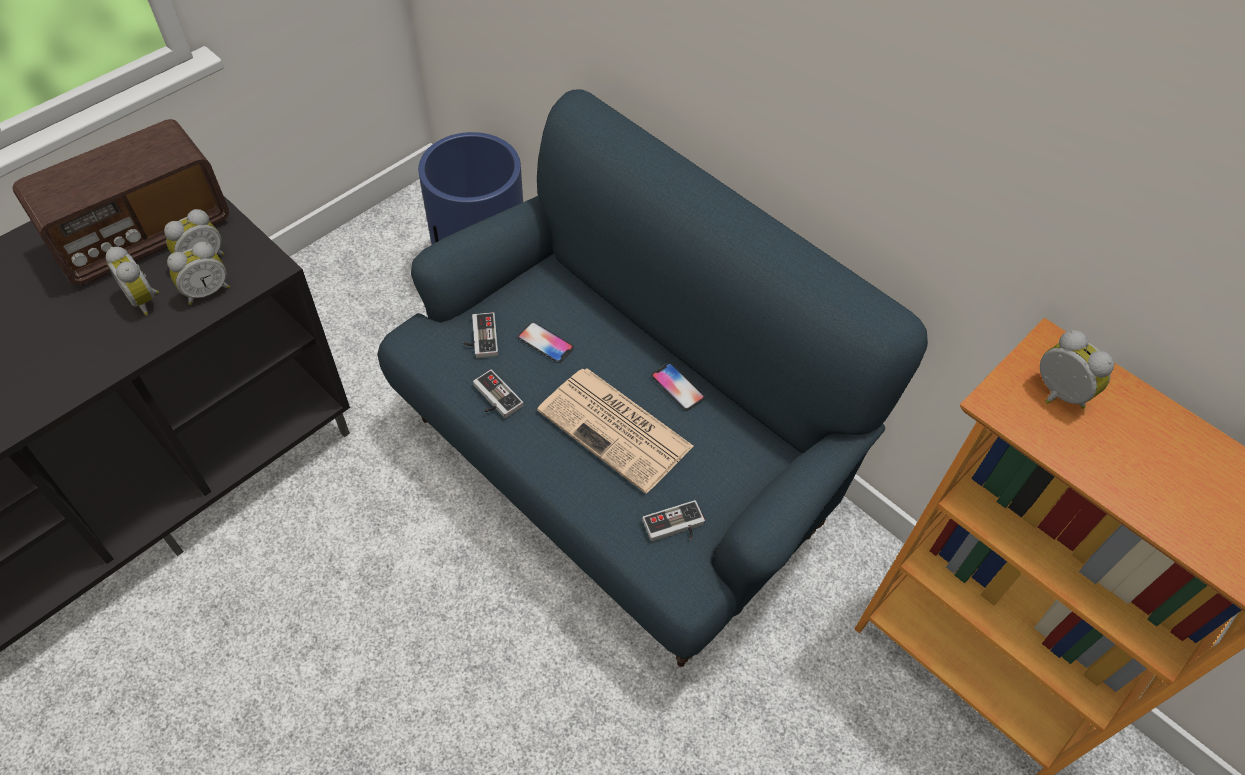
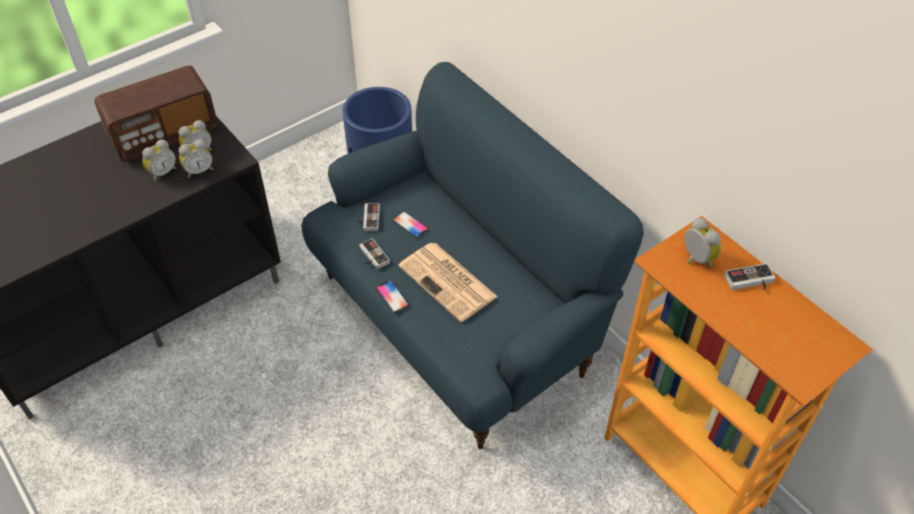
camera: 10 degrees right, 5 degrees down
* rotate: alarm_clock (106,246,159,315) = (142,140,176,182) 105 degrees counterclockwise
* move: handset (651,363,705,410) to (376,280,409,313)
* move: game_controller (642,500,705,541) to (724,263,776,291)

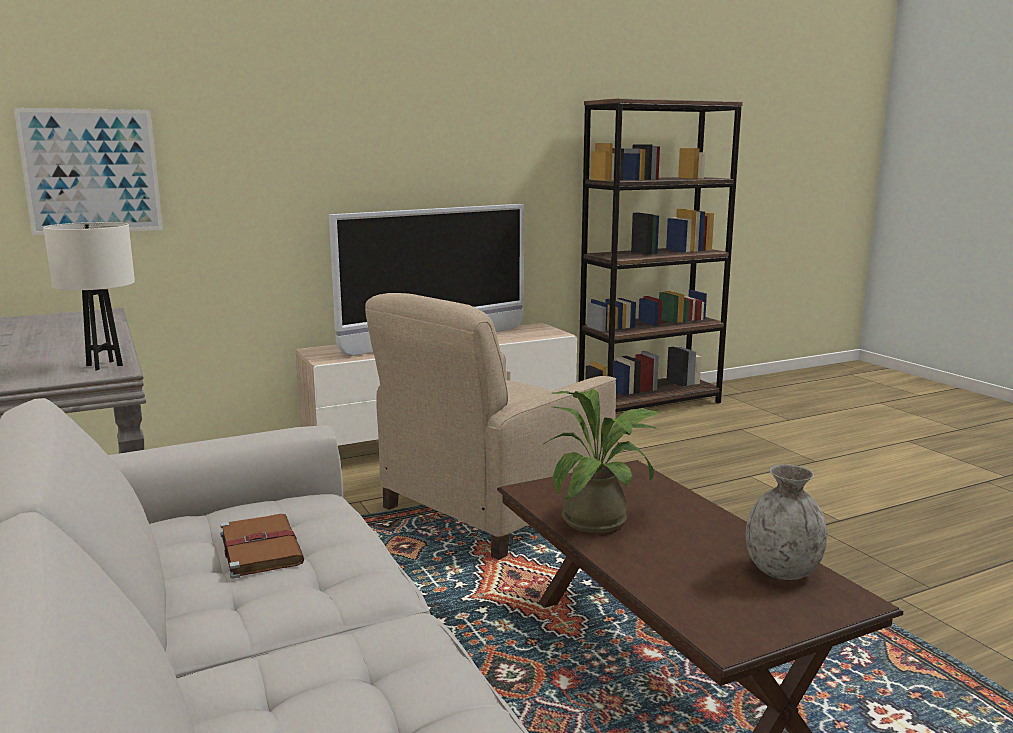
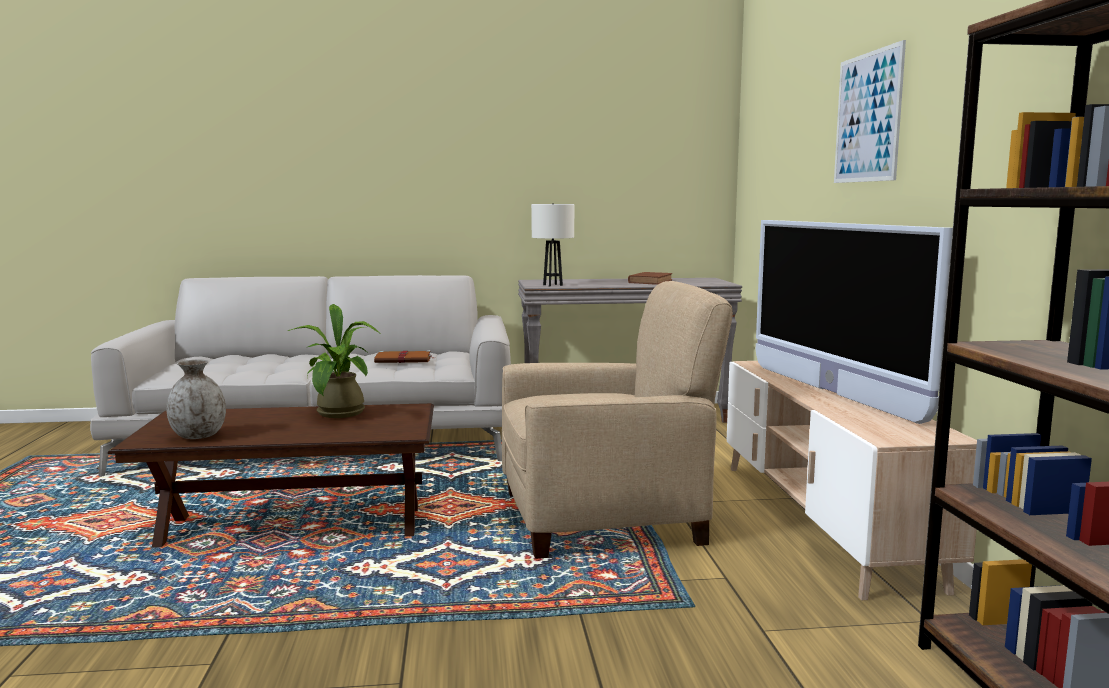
camera: 110 degrees right, 5 degrees down
* rotate: beige-coloured_armchair (365,293,616,560) = (502,281,733,559) 105 degrees clockwise
* insert: brown-coloured_volume (628,272,672,285)
* move: wall_picture (14,108,163,235) to (834,40,906,183)

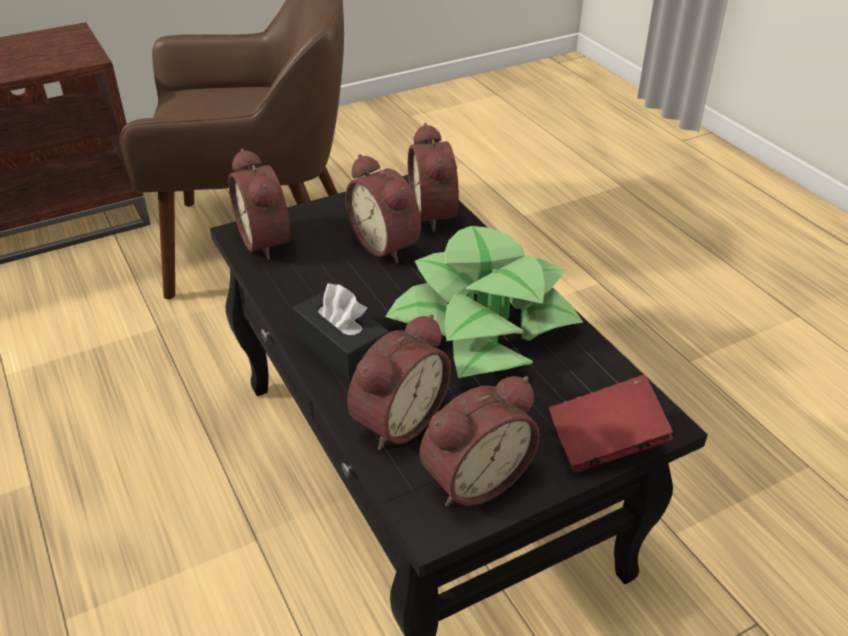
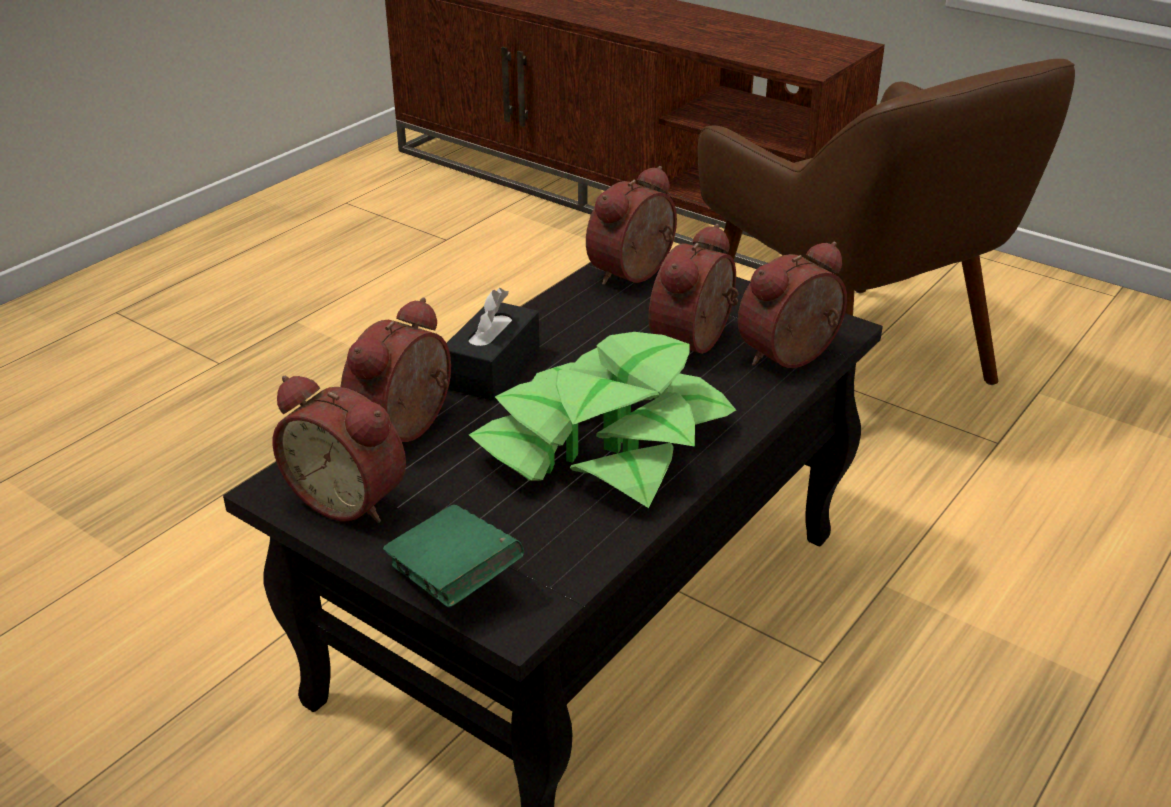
camera: 65 degrees right, 5 degrees down
* rotate: alarm_clock (347,314,451,450) = (341,298,451,442) 105 degrees clockwise
* recolor: red-coloured_volume (549,375,673,472) to green_volume (383,505,524,607)

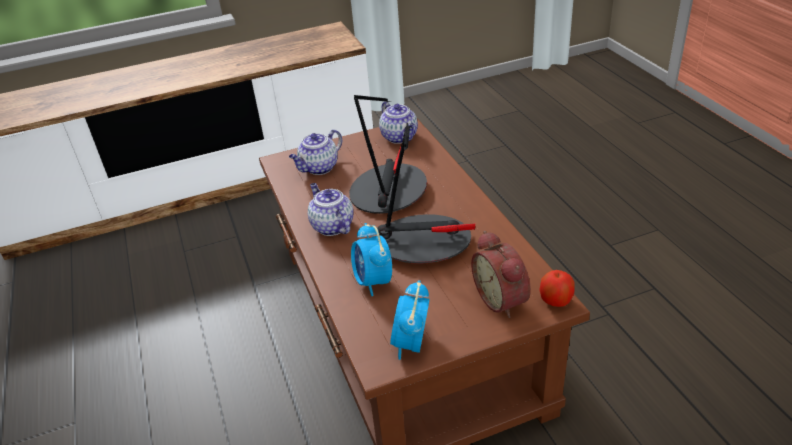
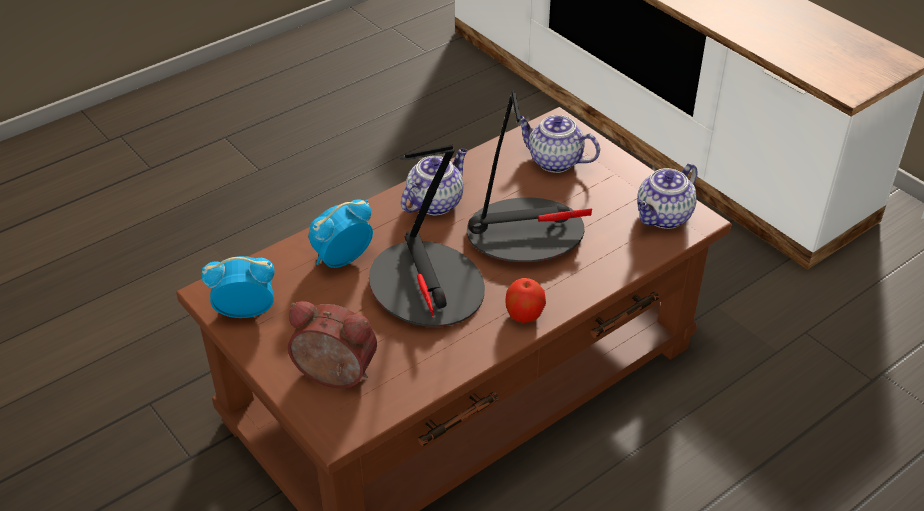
camera: 70 degrees right, 5 degrees up
* rotate: alarm_clock (471,231,531,318) = (288,301,377,389) 60 degrees clockwise
* move: apple (539,270,575,307) to (505,278,546,323)

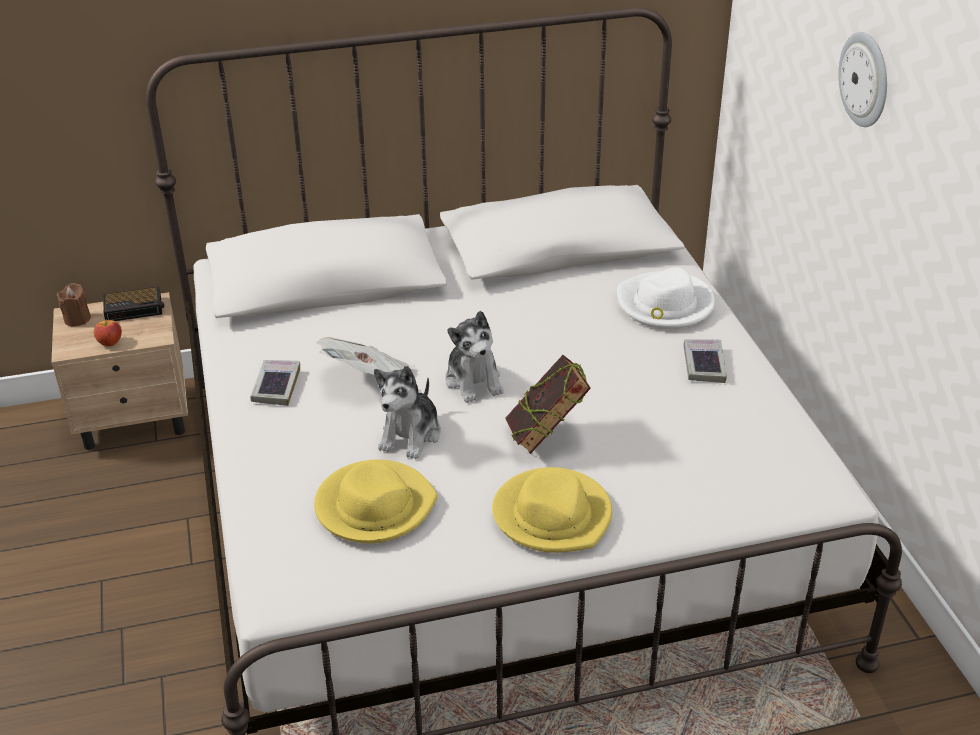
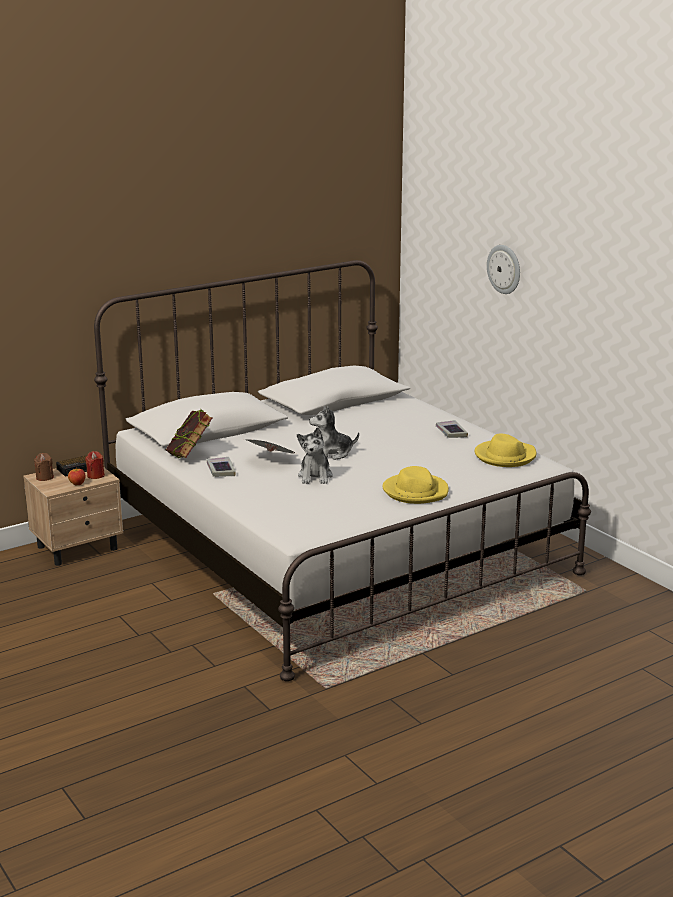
camera: 20 degrees left, 15 degrees down
* insert: red-coloured_candle (85,451,105,479)
* move: volume (505,355,591,454) to (166,409,213,458)
* rotate: soft_toy (445,311,504,403) = (309,406,359,460) 120 degrees clockwise
* move: yellowish_hat (314,460,438,543) to (475,434,537,467)
* delete: white-coloured_hat (617,267,715,329)

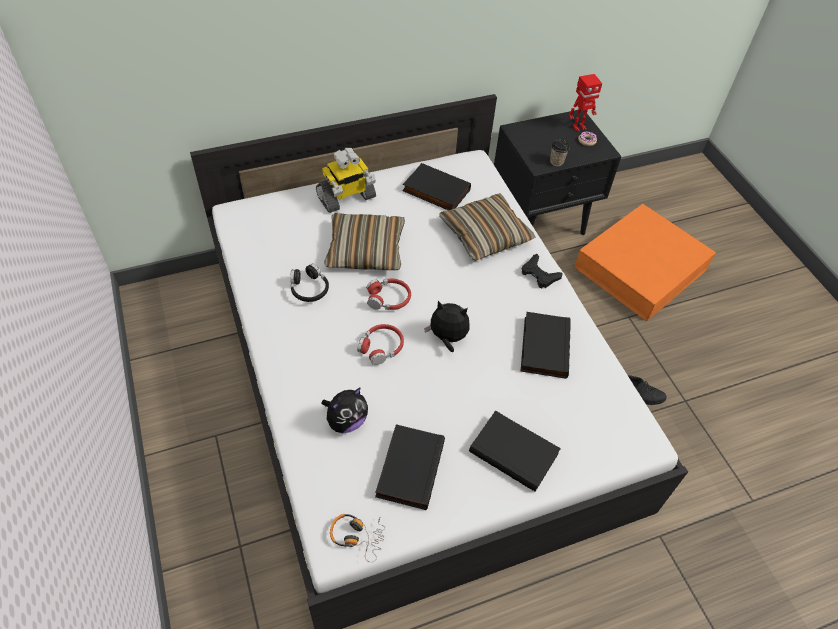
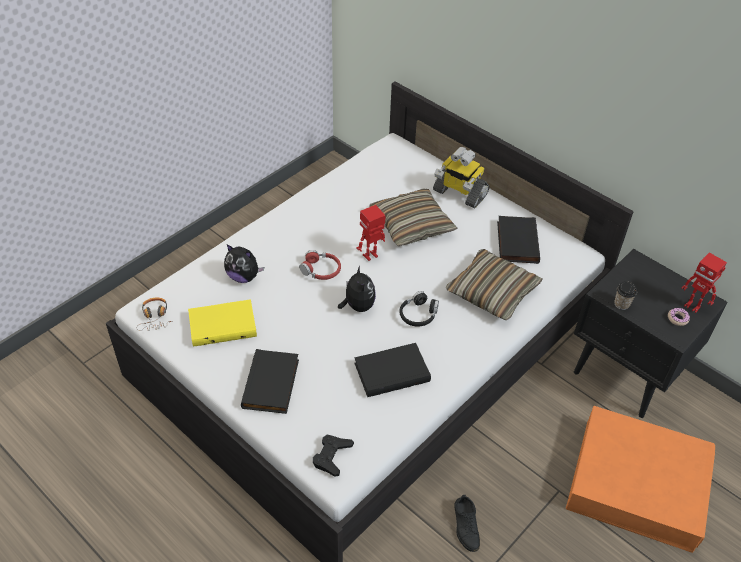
camera: 65 degrees right, 5 degrees down
* recolor: black_volume (375,424,445,510) to yellowish_volume (188,299,257,347)
* move: black_game_controller (522,254,563,288) to (313,435,354,477)
* replace: red-coloured_pair_of_headphones (366,279,411,310) to toy_robot (356,205,386,261)
* move: black_pair_of_headphones (290,264,329,302) to (399,291,439,327)

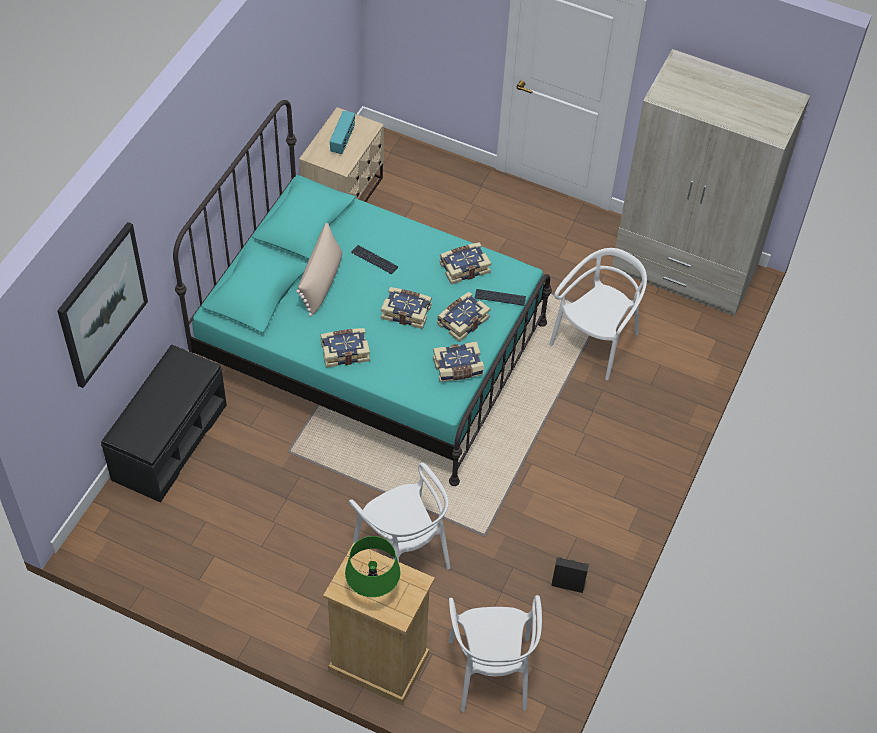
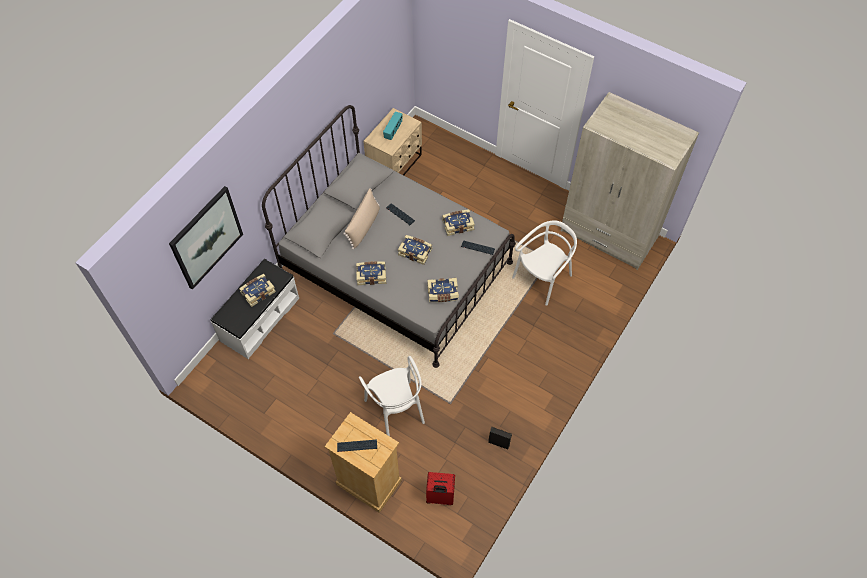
camera: 10 degrees right, 5 degrees up
* recolor: black_indoor_bench (101,345,227,503) to white-coloured_indoor_bench (210,259,299,359)
* move: volume (437,292,490,342) to (239,274,276,307)
* recolor: blue-green_sleeping_bed (173,100,552,486) to gray_sleeping_bed (262,105,516,368)
* replace: green_table_lamp (345,536,400,597) to PC_keyboard (337,439,377,452)
* replace: white-coloured_chair (448,595,542,712) to red-coloured_piece_of_luggage (426,472,455,505)

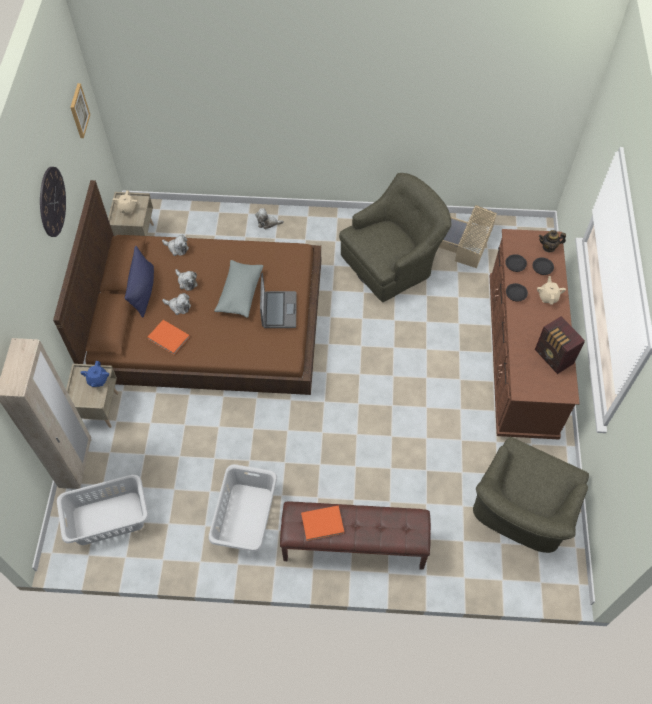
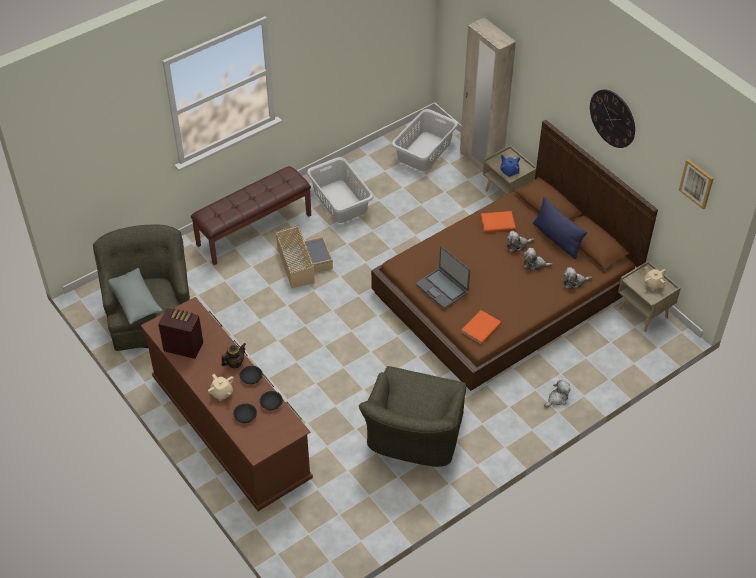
camera: 140 degrees right, 10 degrees down
* move: gray_cushion (214,260,263,318) to (108,268,163,325)
* move: tea_pot (539,230,566,252) to (221,343,246,368)
* move: beige-coloured_storage_box (439,205,497,268) to (276,225,333,288)
* move: orangey_volume (301,505,344,541) to (461,310,501,345)

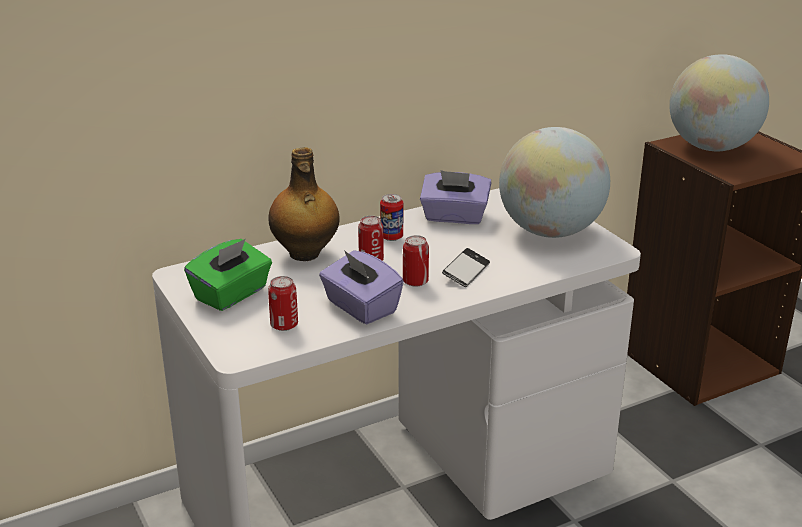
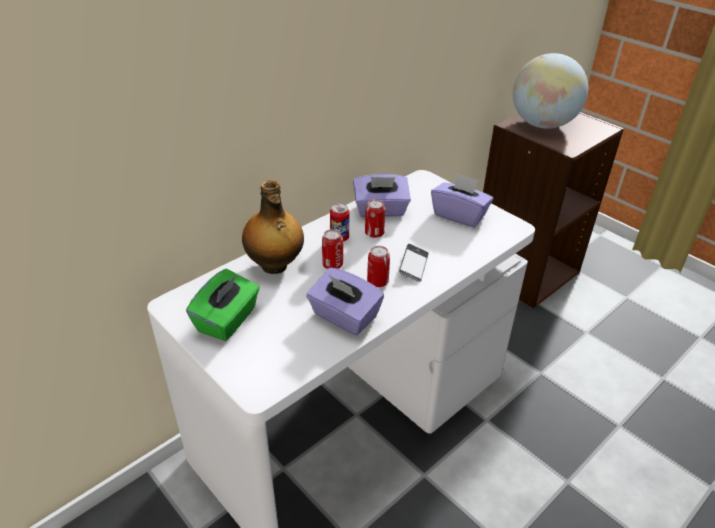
camera: 15 degrees left, 10 degrees up
* move: metal_can (268,276,298,331) to (365,199,385,238)
* replace: world_globe (499,127,610,238) to purple_tissue_box (431,173,493,228)

